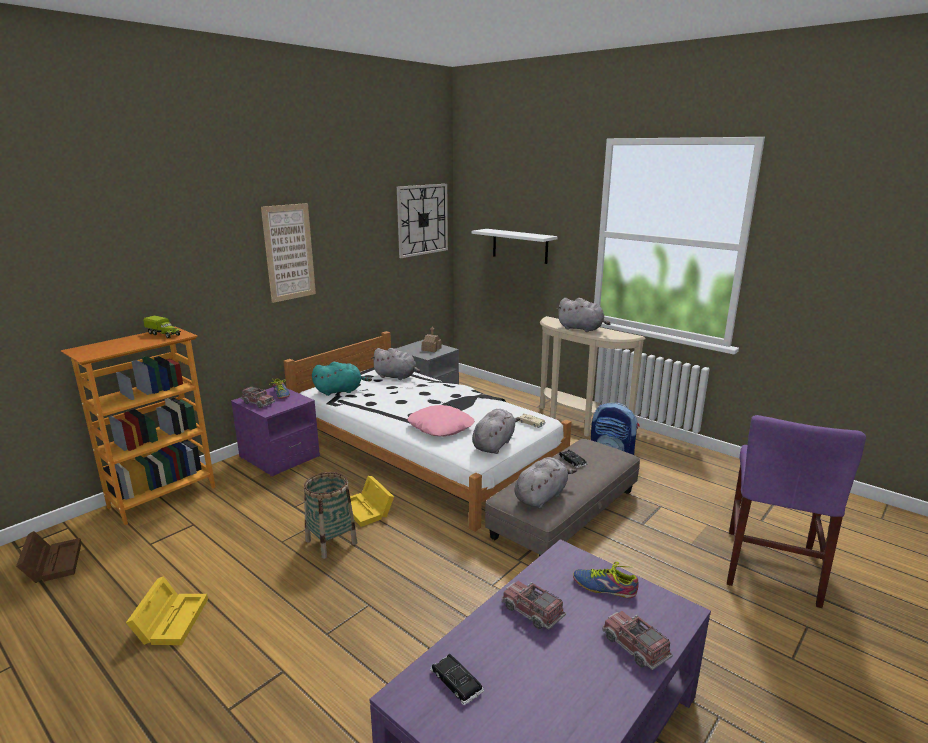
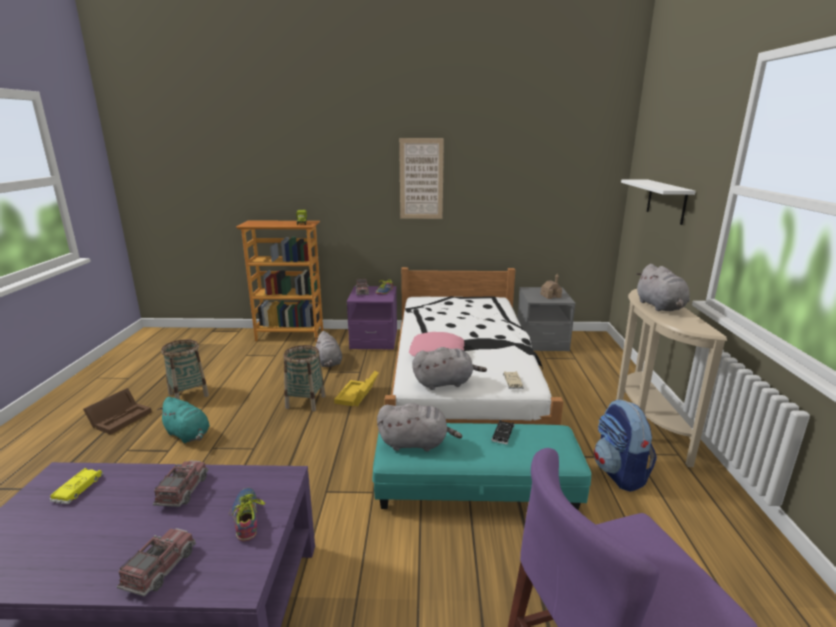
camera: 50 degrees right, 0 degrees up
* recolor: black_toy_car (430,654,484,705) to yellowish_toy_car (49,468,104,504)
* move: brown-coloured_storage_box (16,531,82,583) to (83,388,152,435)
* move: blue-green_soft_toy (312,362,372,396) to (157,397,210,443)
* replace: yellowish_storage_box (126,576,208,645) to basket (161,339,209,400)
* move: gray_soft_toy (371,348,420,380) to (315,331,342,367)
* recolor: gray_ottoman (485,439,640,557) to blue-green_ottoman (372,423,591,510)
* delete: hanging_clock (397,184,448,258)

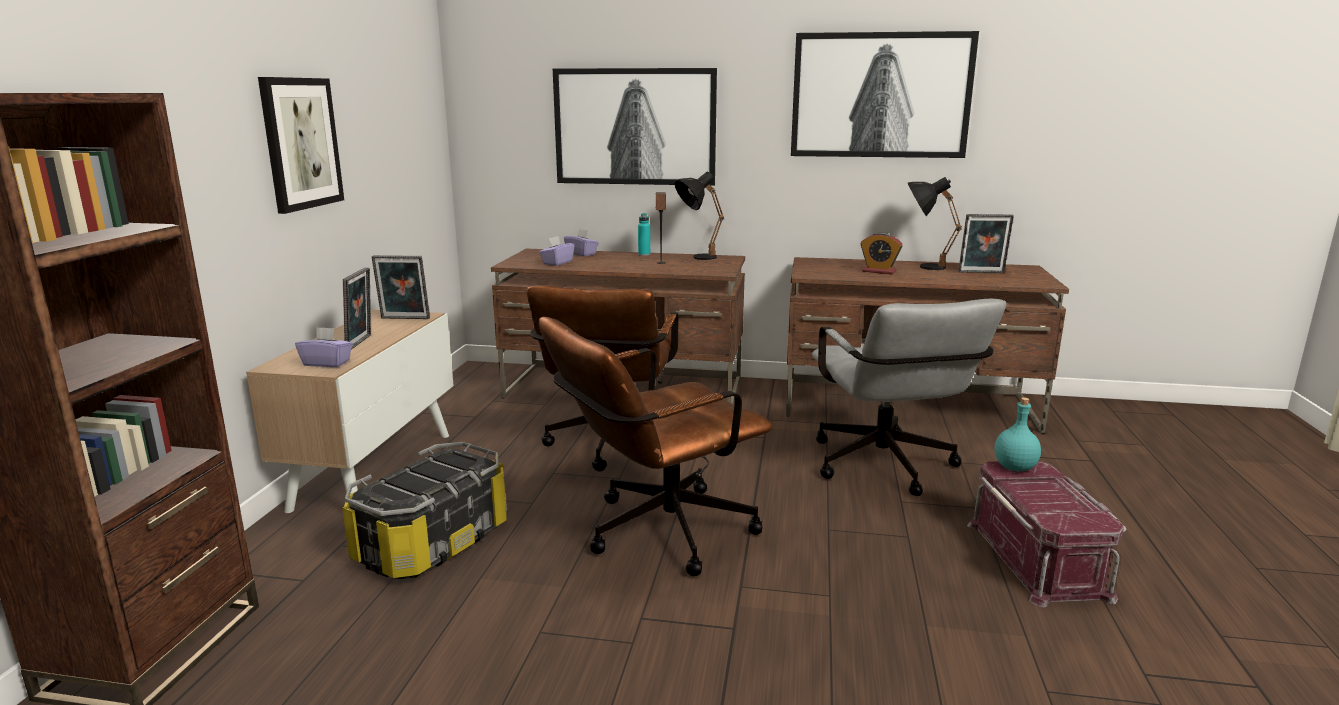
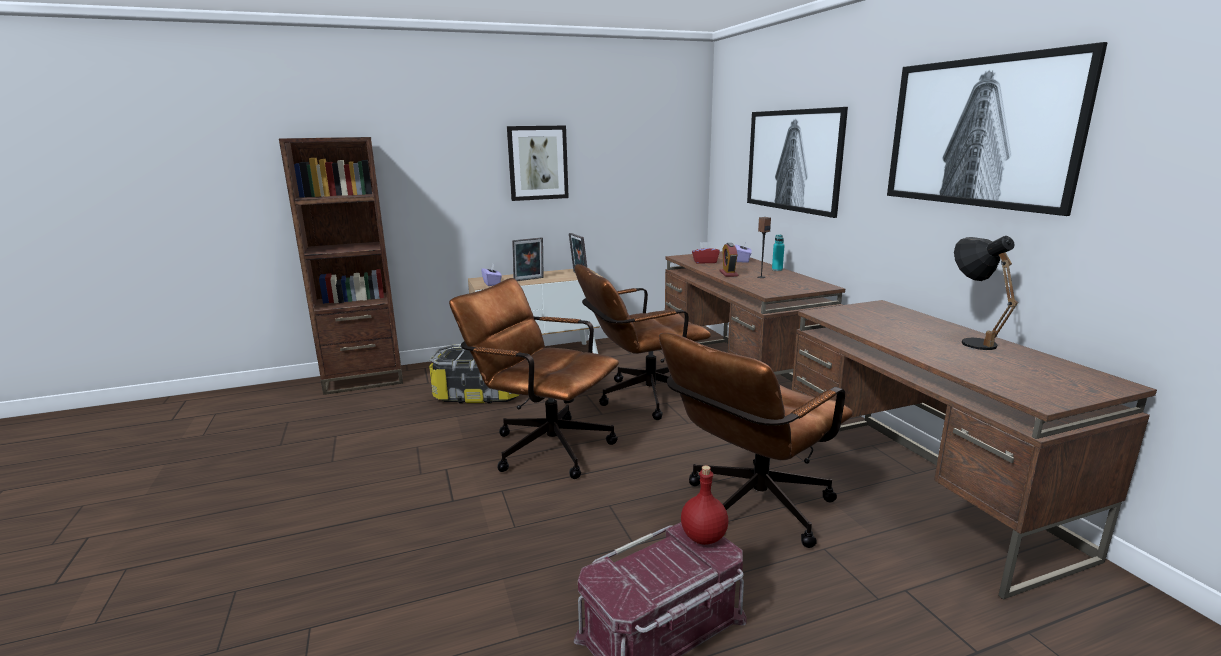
camera: 60 degrees right, 0 degrees up
* recolor: gray_desk_chair (812,299,1006,496) to brown-coloured_desk_chair (659,333,853,548)
* recolor: blue-green_bottle (995,397,1041,471) to red-coloured_bottle (681,465,728,545)
* recolor: purple_tissue_box (539,236,575,266) to red-coloured_tissue_box (692,242,720,264)
* move: alarm_clock (861,232,902,274) to (720,243,738,277)
* delete: black_table_lamp (674,172,724,260)
* delete: photo_frame (958,214,1014,273)

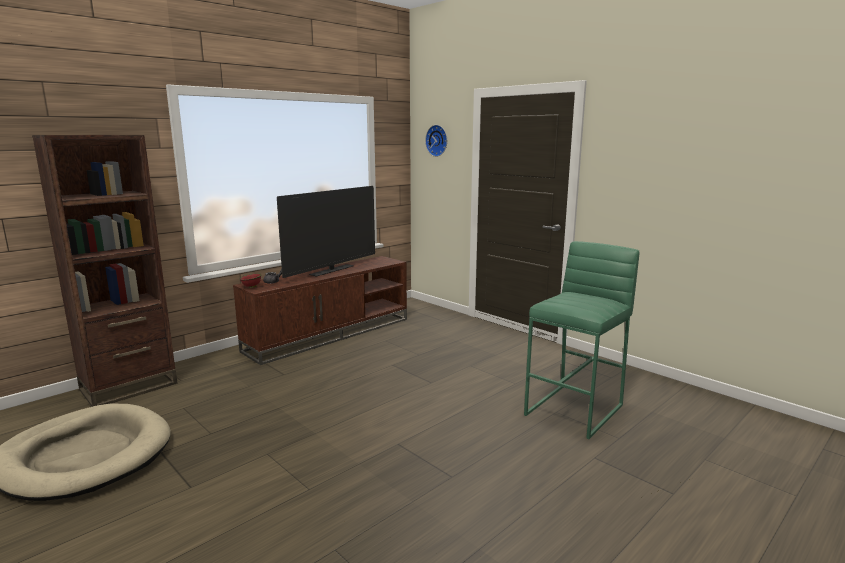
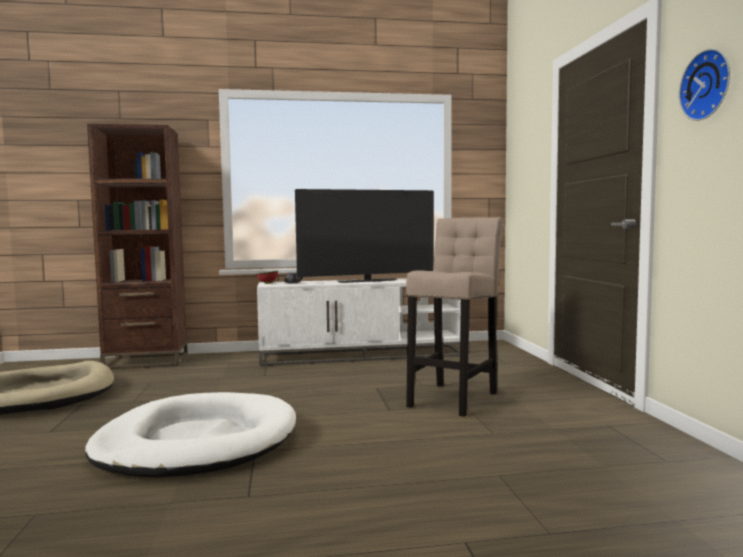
camera: 35 degrees right, 10 degrees down
* insert: white-coloured_dog_cushion (85,392,296,478)
* recolor: brown-coloured_tv_unit (233,256,407,365) to white-coloured_tv_unit (257,278,461,366)
* insert: beige-coloured_stool_seat (406,217,503,417)
* move: hanging_clock (425,125,447,157) to (679,49,730,121)
* delete: green_stool_seat (524,241,639,439)

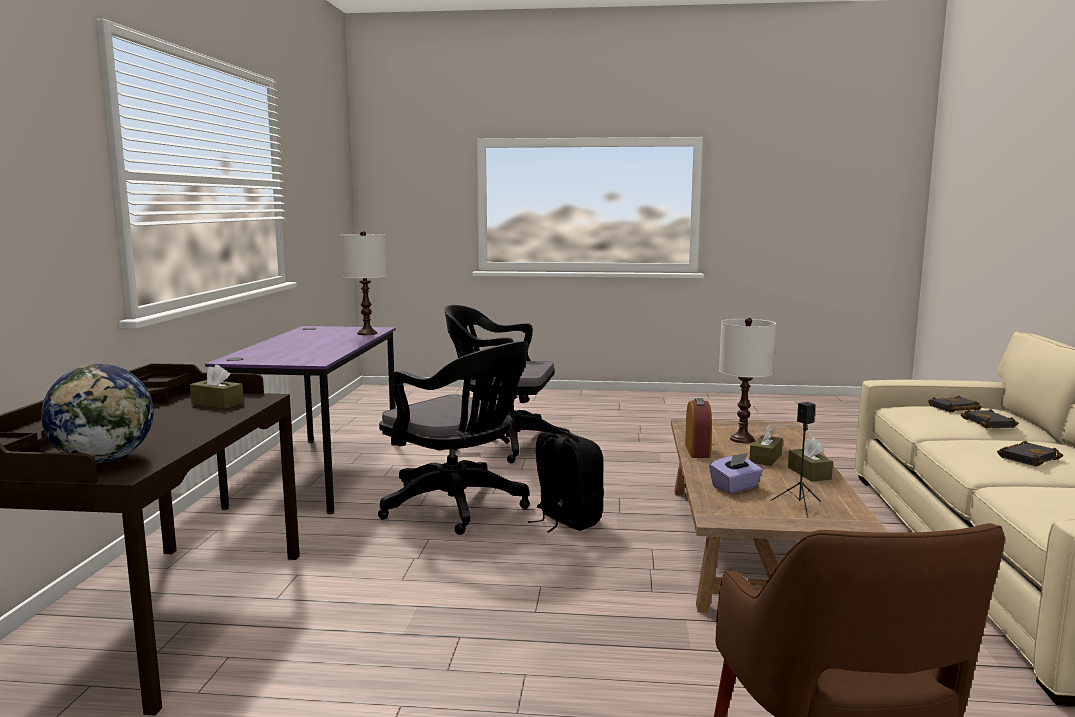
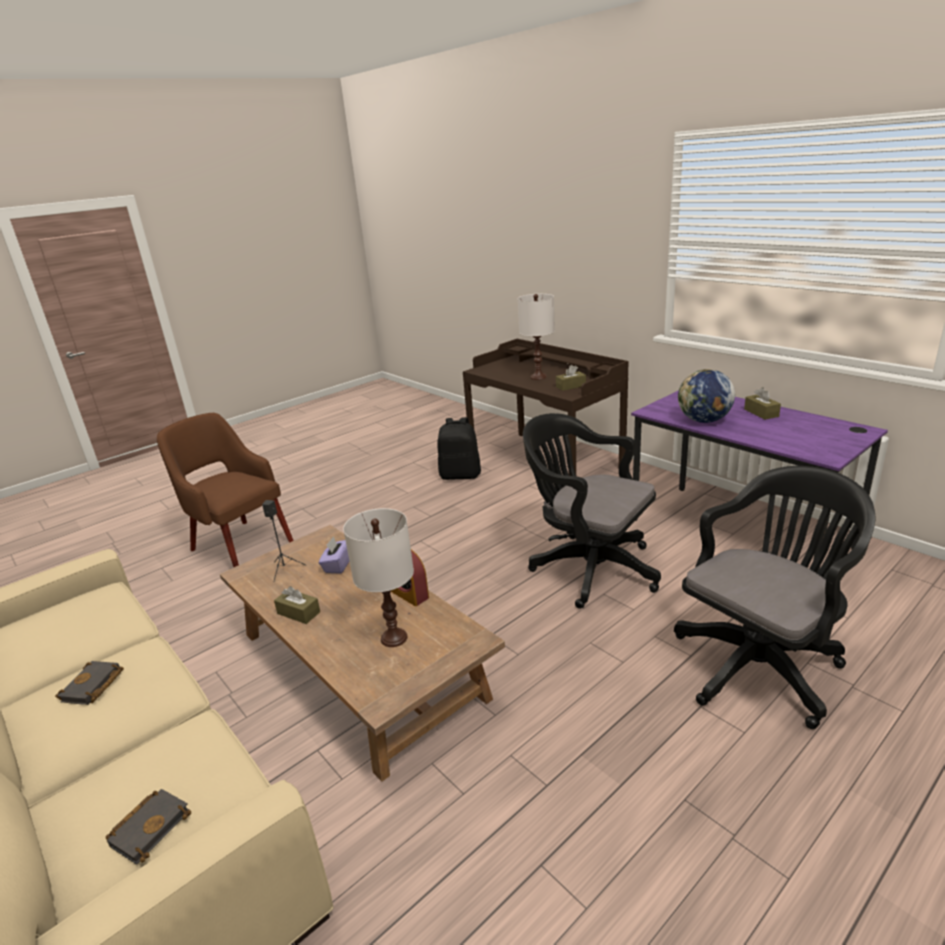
camera: 135 degrees right, 15 degrees up
* move: black_knapsack (528,431,604,533) to (437,417,481,480)
* move: white-coloured_table_lamp (341,231,387,335) to (518,294,555,380)
* rotate: black_desk_chair (378,341,530,535) = (523,413,661,609) 45 degrees clockwise
* move: world_globe (41,364,154,463) to (678,369,735,423)
* move: brown-coloured_tissue_box (749,425,783,466) to (744,387,781,420)
* delete: black_volume (961,409,1018,429)

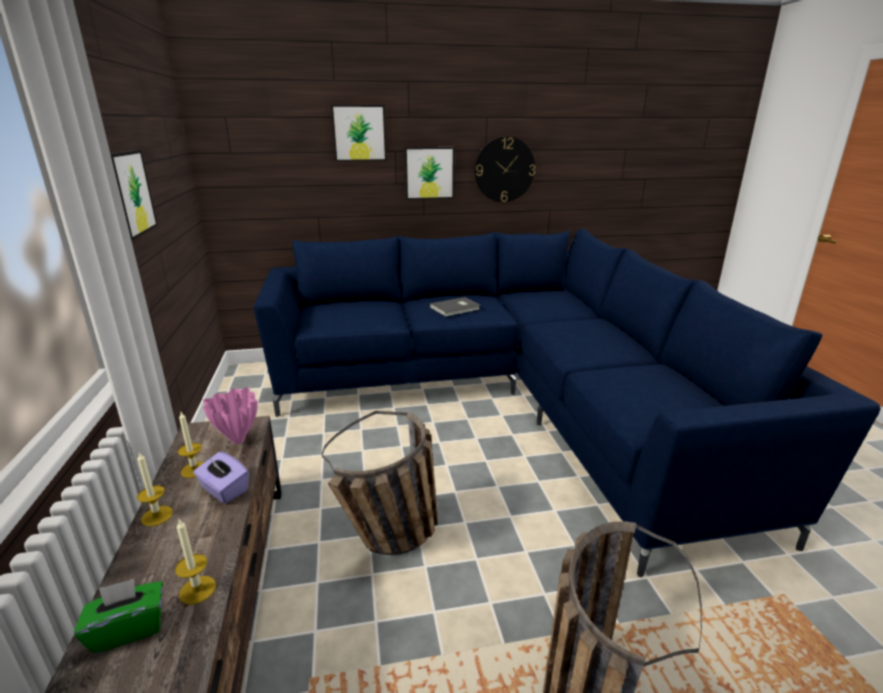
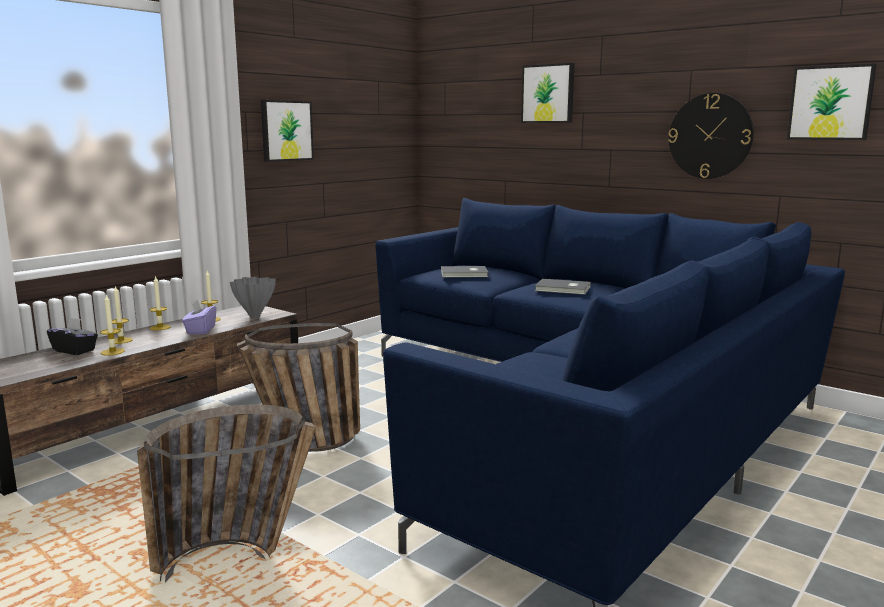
camera: 50 degrees right, 10 degrees down
* recolor: green_tissue_box (74,579,163,654) to black_tissue_box (47,317,98,355)
* insert: candle (112,286,133,344)
* recolor: pink_flower_vase (203,387,258,444) to gray_flower_vase (230,277,276,318)
* insert: gray_volume (441,266,488,278)
* move: wall_picture (404,147,455,200) to (787,63,877,140)

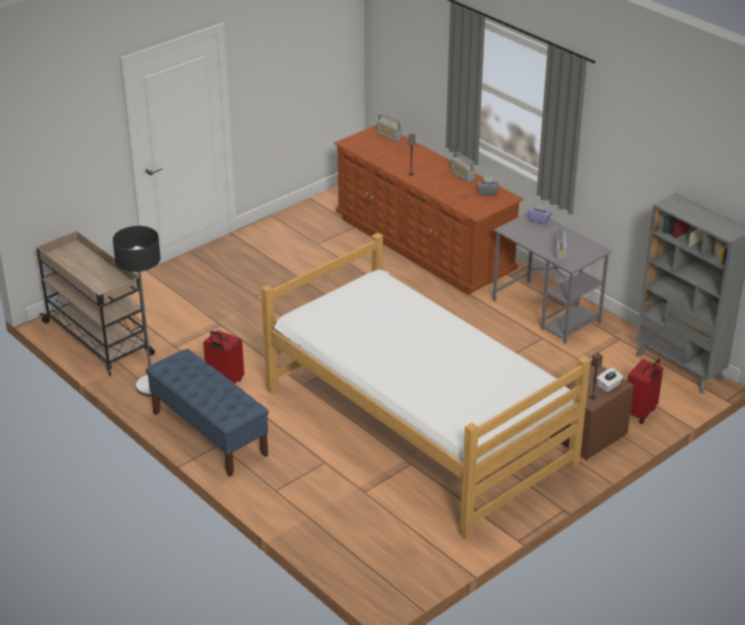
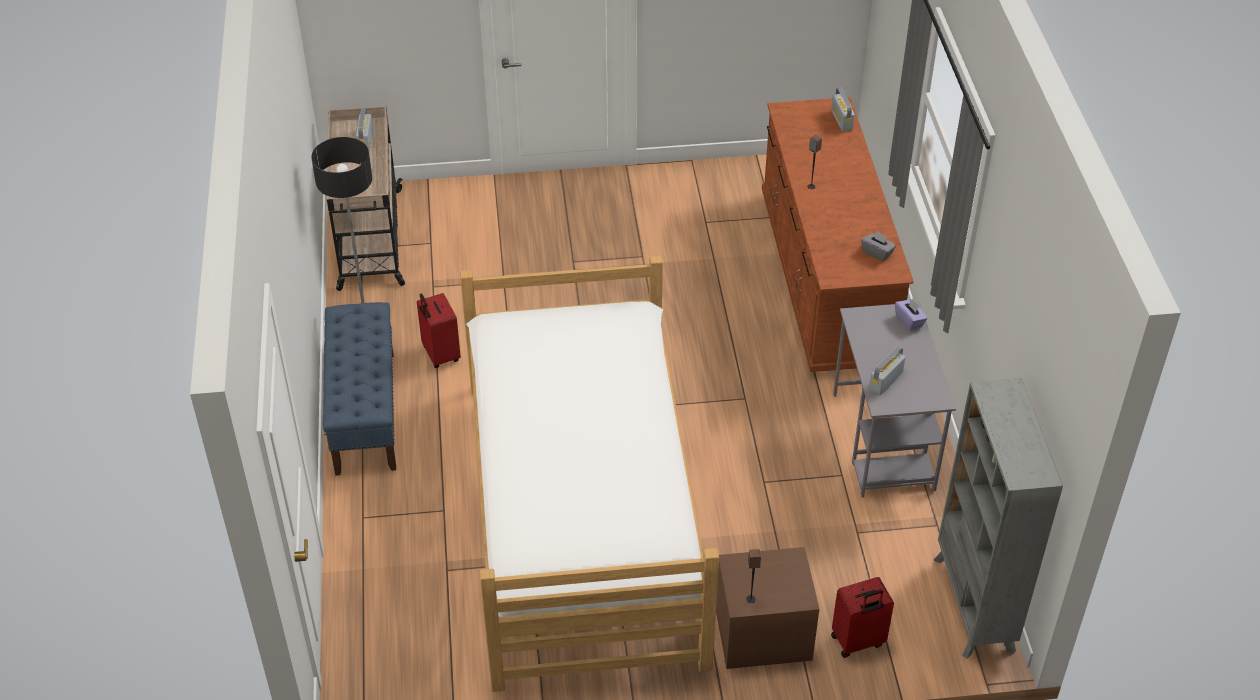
camera: 35 degrees right, 10 degrees up
* move: radio_set (451,152,475,182) to (356,108,373,151)
* delete: white-coloured_tissue_box (596,368,623,392)

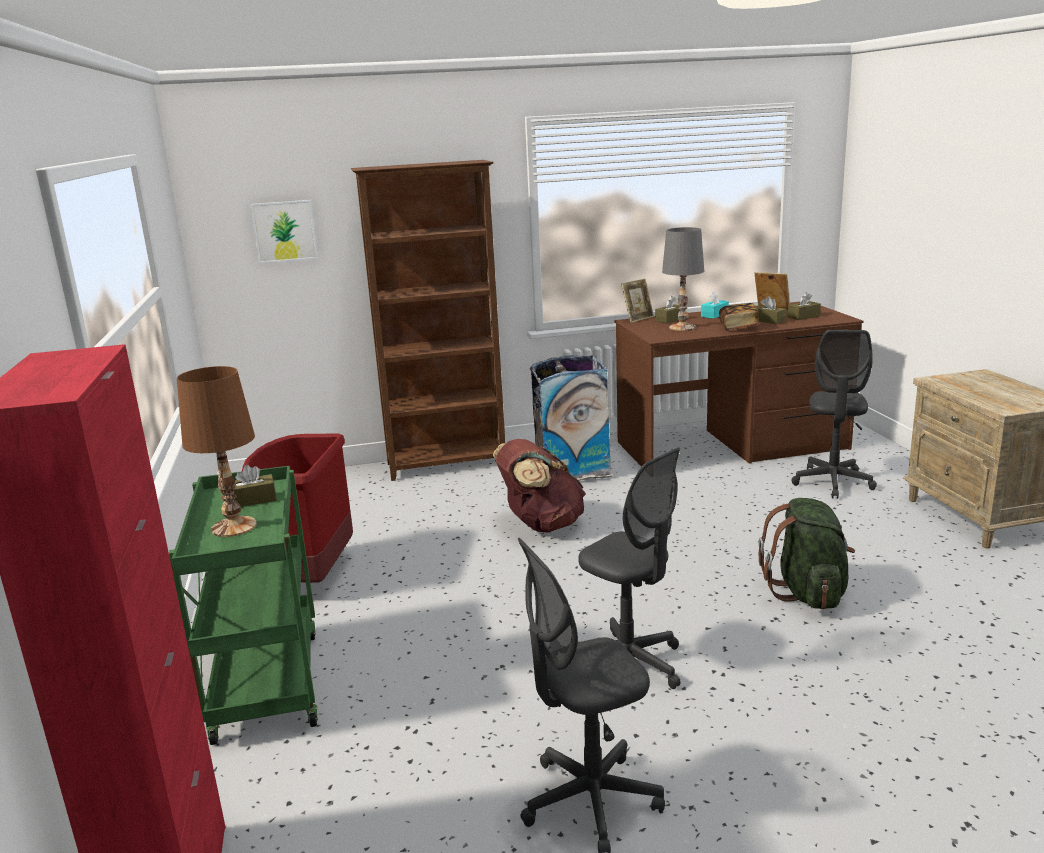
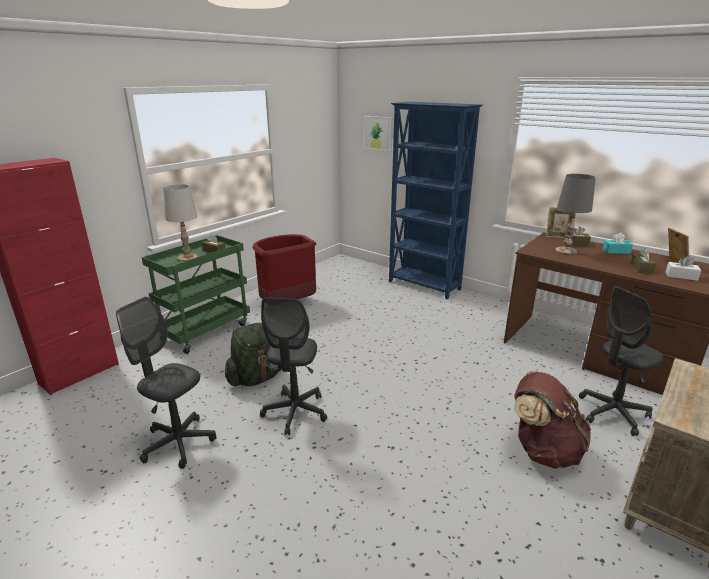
camera: 50 degrees right, 5 degrees up
* recolor: brown-coloured_table_lamp (177,366,257,537) to white-coloured_table_lamp (163,184,198,261)
* move: green_knapsack (759,498,855,609) to (225,323,282,386)
* recolor: brown-coloured_bookshelf (351,160,505,481) to blue_bookshelf (389,102,483,300)
* move: brown-coloured_knapsack (493,439,586,533) to (514,370,591,469)
* recolor: brown-coloured_tissue_box (788,292,821,320) to white-coloured_tissue_box (666,256,701,281)
* delete: waste_bin (529,355,613,481)
* delete: volume (719,303,760,331)

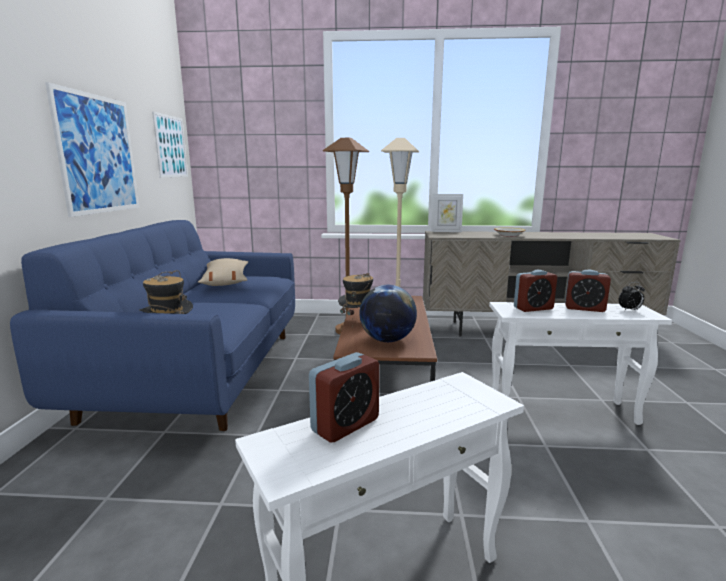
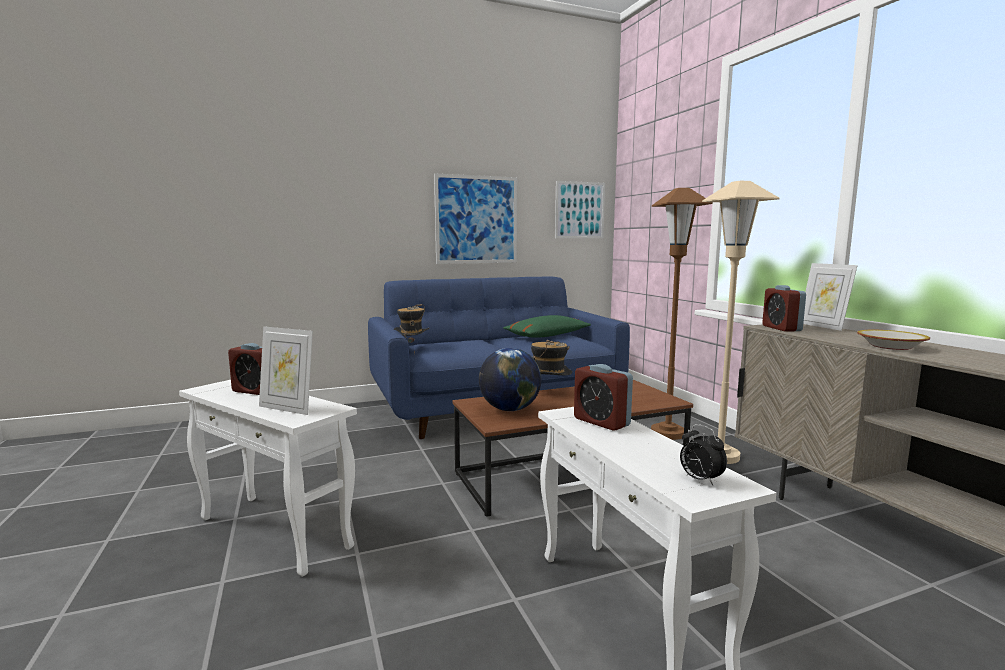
camera: 65 degrees right, 5 degrees down
* insert: photo_frame (259,326,313,415)
* recolor: beige-coloured_cushion (198,258,248,286) to green_cushion (503,315,591,338)
* move: alarm_clock (565,270,611,312) to (762,285,806,332)

